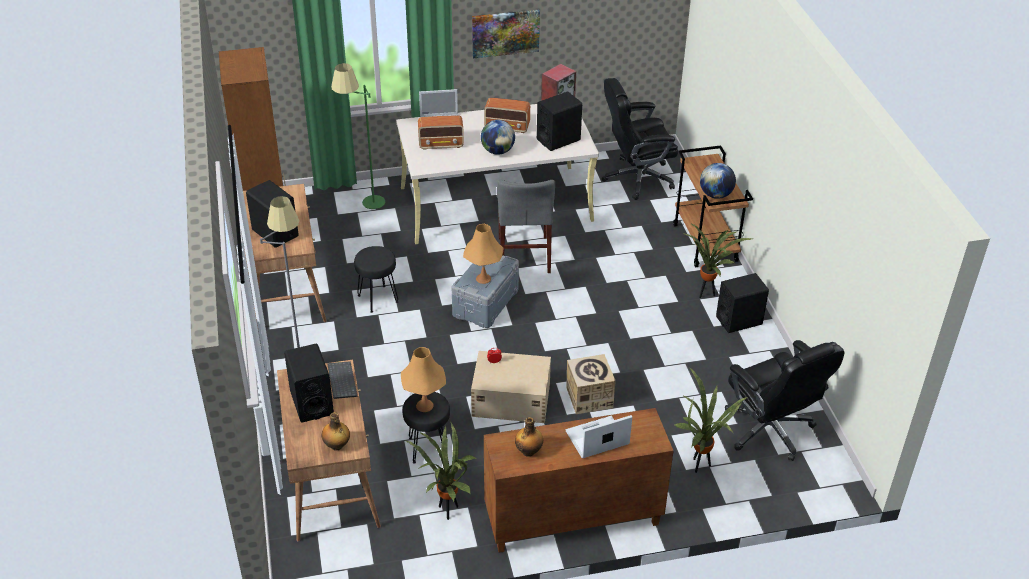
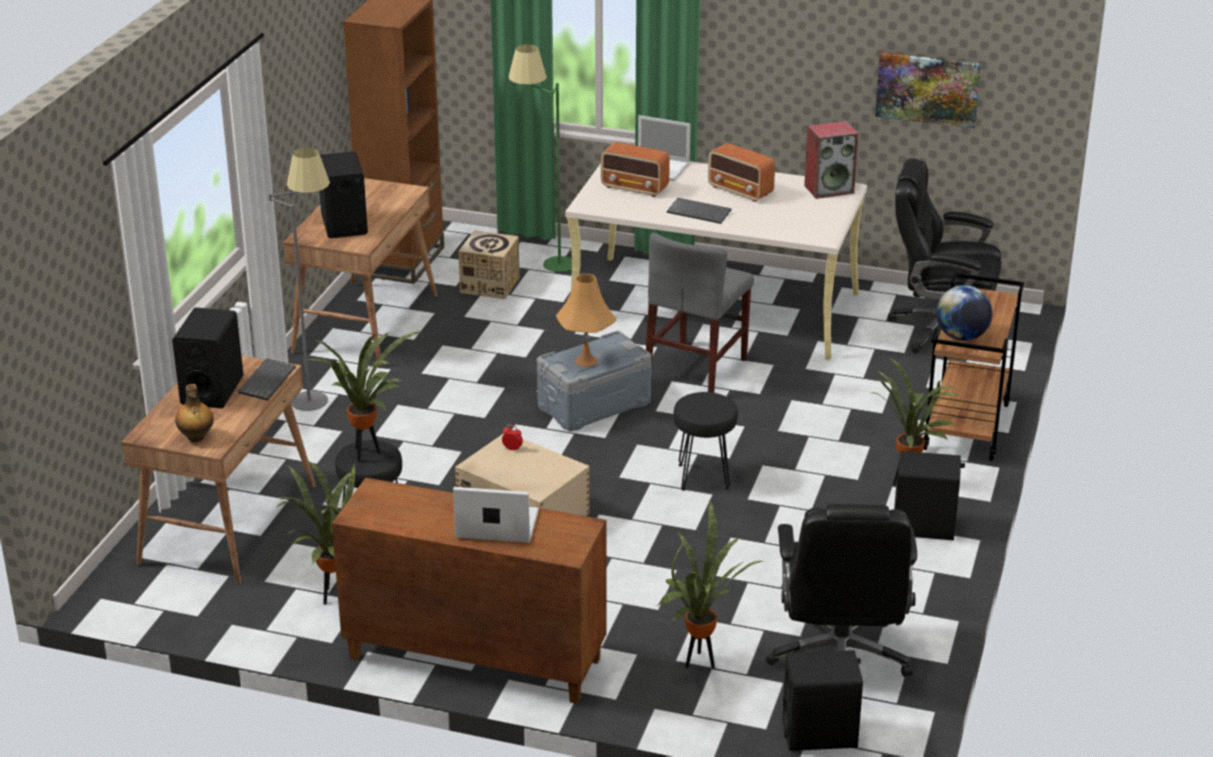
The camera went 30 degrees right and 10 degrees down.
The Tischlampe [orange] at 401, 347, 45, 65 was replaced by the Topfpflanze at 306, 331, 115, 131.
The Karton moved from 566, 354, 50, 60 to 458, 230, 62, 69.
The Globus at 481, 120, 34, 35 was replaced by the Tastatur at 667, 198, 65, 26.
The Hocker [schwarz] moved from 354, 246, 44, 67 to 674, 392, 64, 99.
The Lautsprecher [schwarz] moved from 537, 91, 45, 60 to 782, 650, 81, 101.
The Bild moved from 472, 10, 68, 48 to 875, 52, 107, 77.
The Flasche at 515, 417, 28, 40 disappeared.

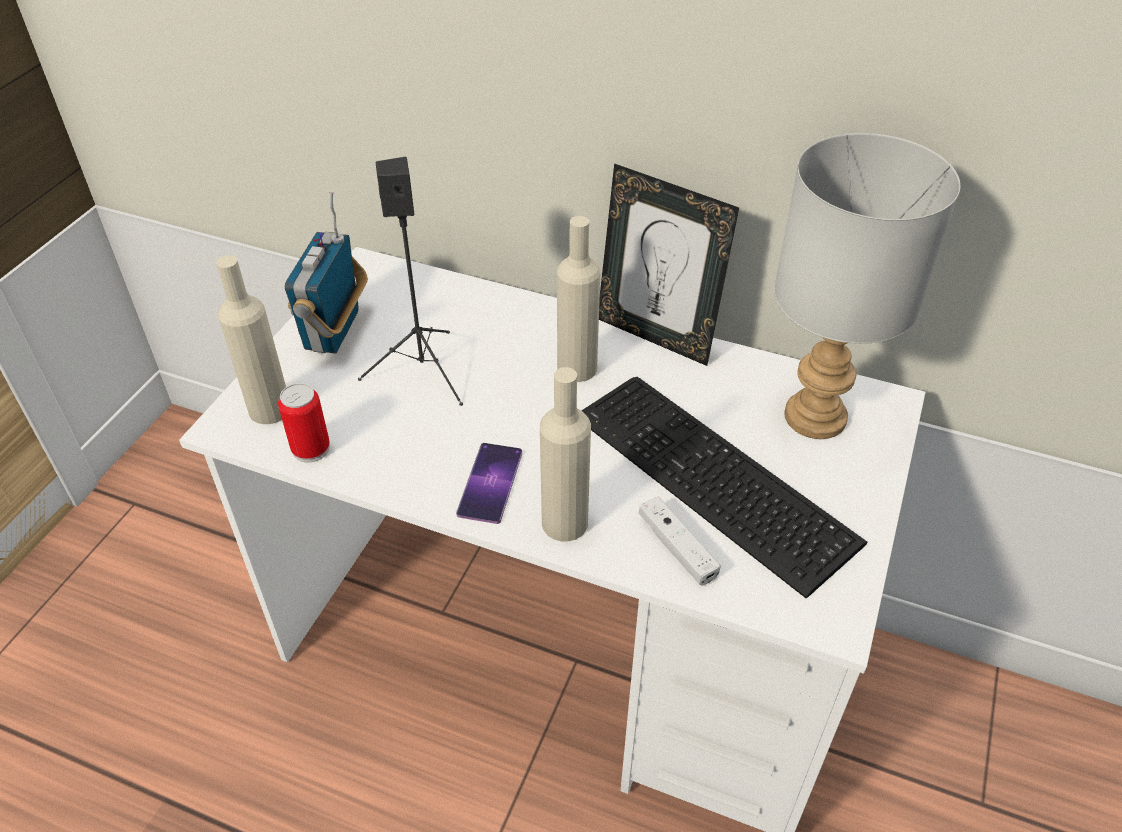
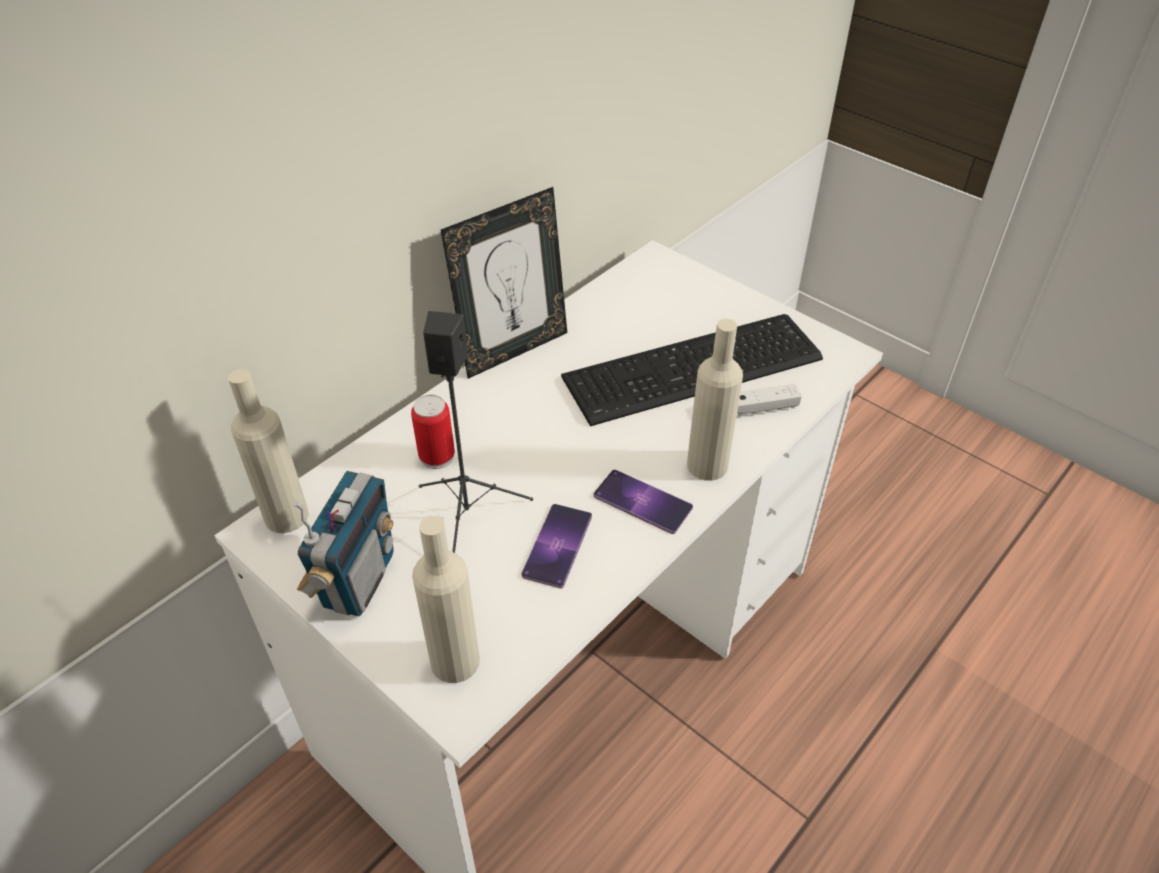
The camera went 70 degrees left and 0 degrees up.
The Flasche [beige] moved from 557, 216, 43, 166 to 228, 369, 81, 164.
The Radio at 285, 192, 83, 162 turned 105 degrees counterclockwise.
The Dose moved from 278, 383, 52, 79 to 411, 394, 44, 75.
The Handy at 522, 504, 70, 85 appeared.
The Tischlampe [grau] at 774, 133, 187, 306 disappeared.

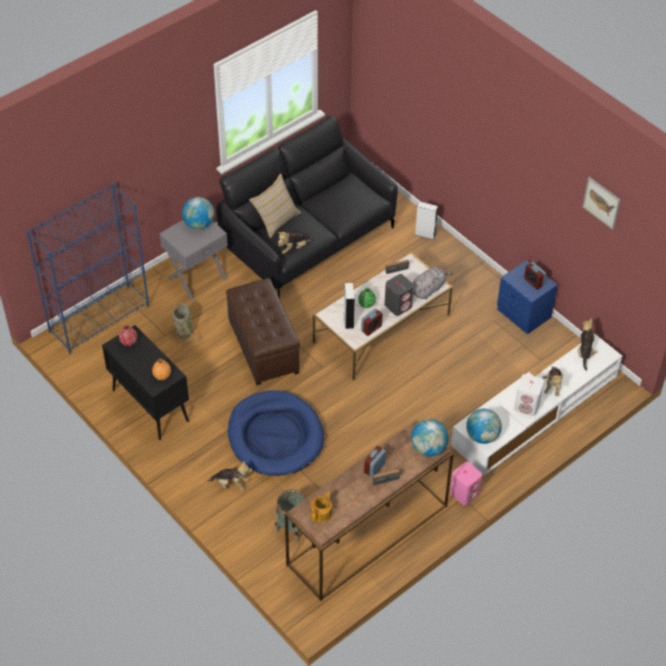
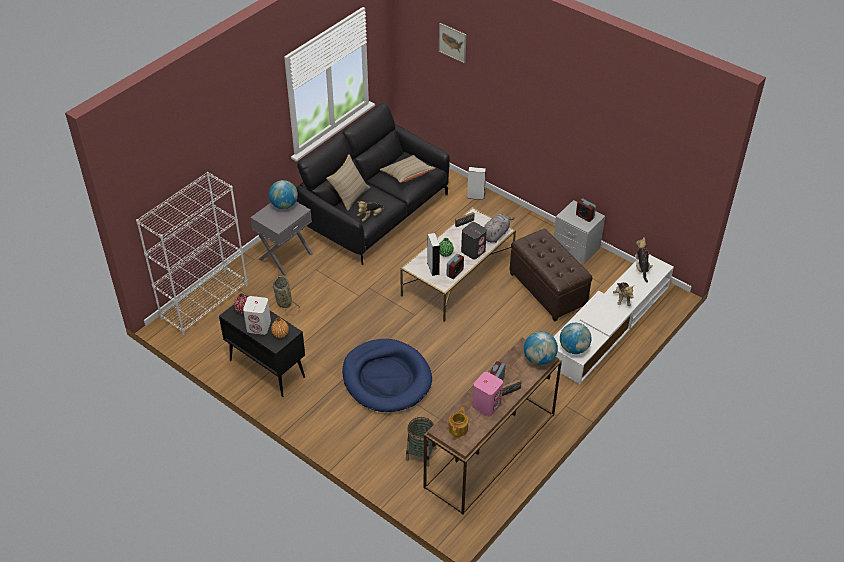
The camera went 10 degrees left and 5 degrees down.
The Bücherregal [blau] at 26, 183, 123, 171 became the Bücherregal [weiß] at 136, 172, 112, 163.
The Lautsprecher [weiß] moved from 514, 374, 30, 42 to 243, 296, 28, 39.
The Kissen [beige] at 380, 155, 55, 28 appeared.
The Bild moved from 582, 177, 39, 53 to 439, 23, 27, 41.
The Lautsprecher [rosa] moved from 450, 462, 32, 43 to 472, 372, 31, 44.
The Polsterhocker [braun] moved from 226, 278, 74, 107 to 509, 229, 83, 93.
The Nachttisch [blau] at 497, 260, 61, 74 became the Nachttisch [grau] at 554, 200, 51, 64.
The Plüschtier at 207, 461, 46, 29 disappeared.

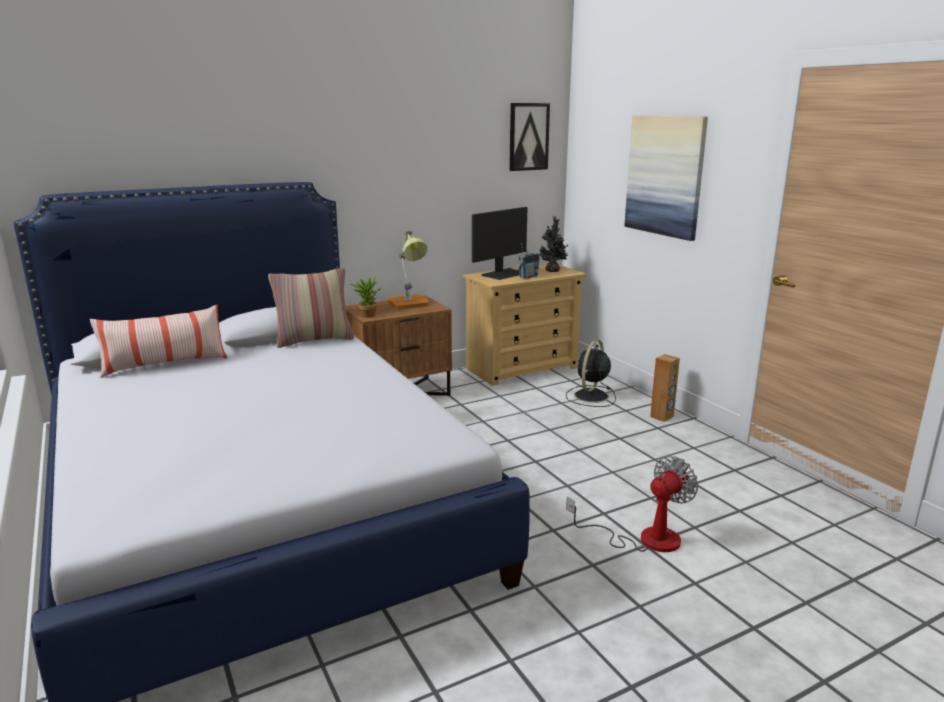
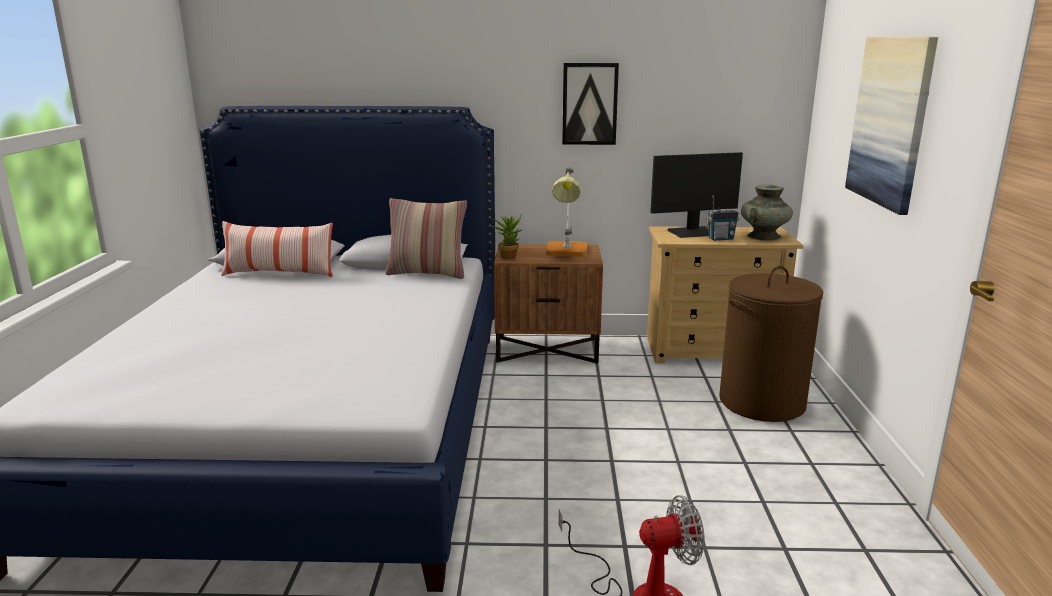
The camera went 30 degrees right and 0 degrees up.
The Bild moved from 509, 103, 41, 68 to 562, 63, 57, 82.
The Ventilator [schwarz] at 566, 340, 50, 67 was replaced by the Wäschekorb [braun] at 719, 266, 104, 156.
The Topfpflanze at 540, 216, 28, 56 was replaced by the Vase [türkis] at 741, 184, 52, 57.
The Lautsprecher [braun] at 650, 354, 30, 68 disappeared.

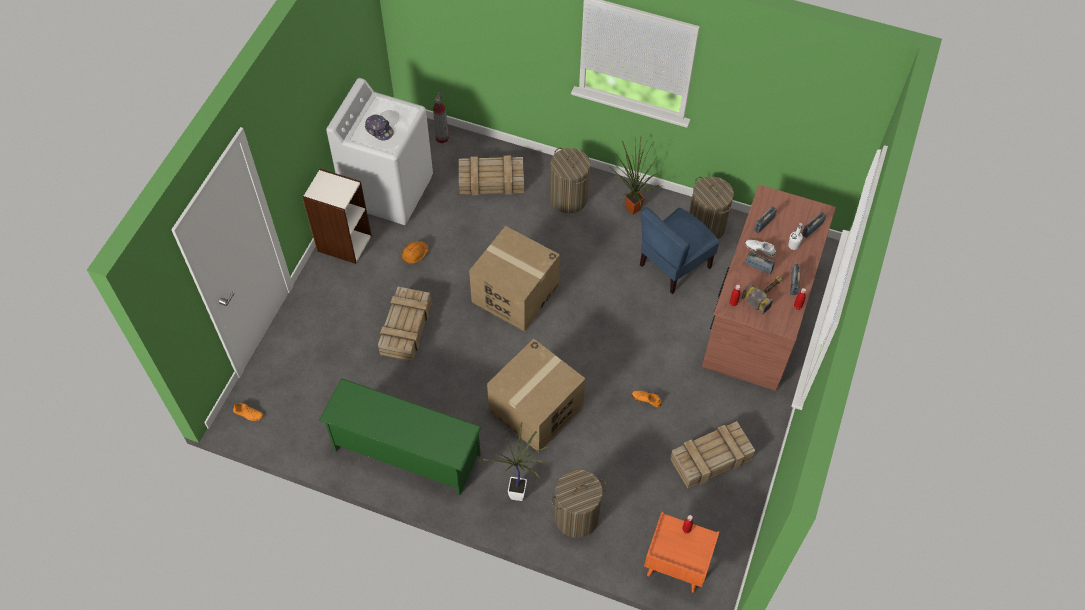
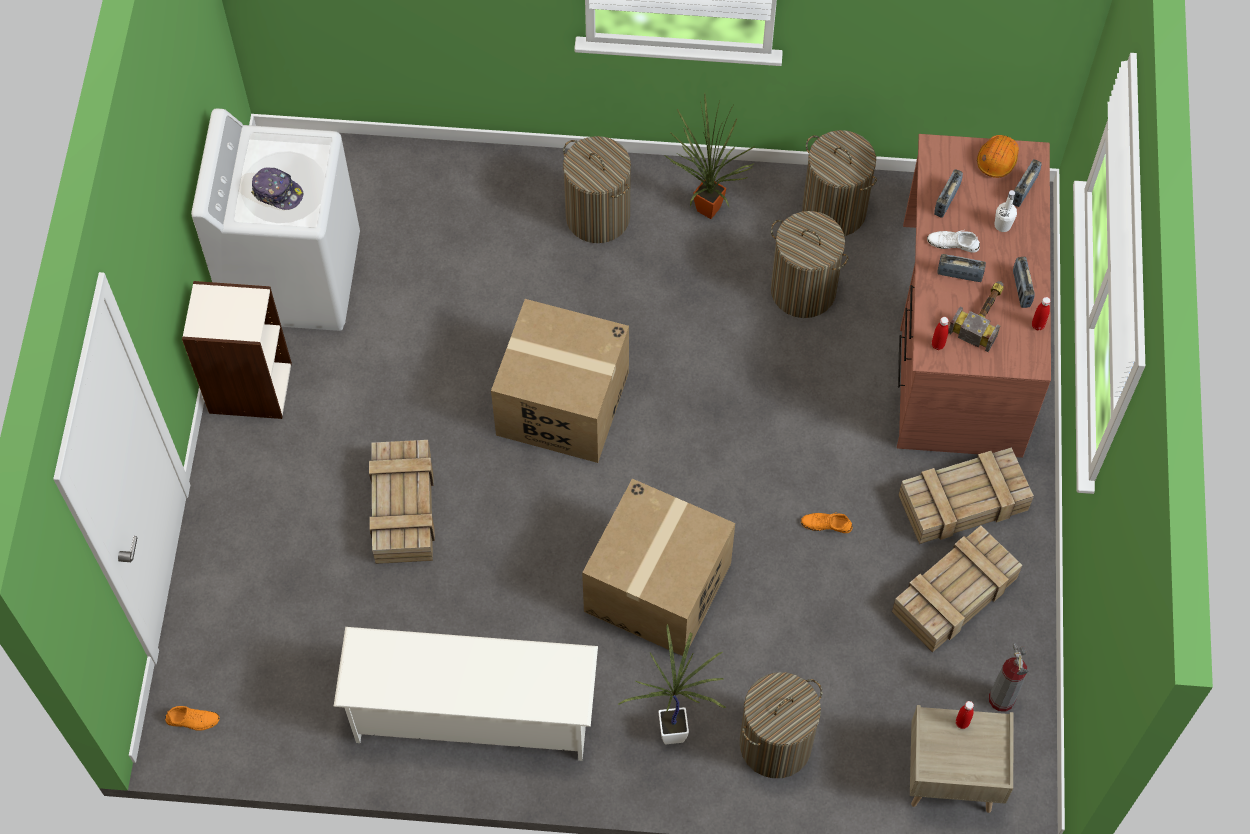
The camera went 15 degrees left and 5 degrees up.
The Schuhregal [grün] at 319, 378, 162, 118 became the Schuhregal [weiß] at 334, 627, 264, 134.
The Stuhl [blau] at 640, 207, 79, 87 was replaced by the Wäschekorb at 771, 211, 77, 107.
The Kiste moved from 459, 156, 65, 39 to 899, 447, 135, 97.
The Nachttisch [orange] at 644, 512, 75, 81 became the Nachttisch [beige] at 910, 705, 104, 108.
The Schutzhelm [orange] moved from 402, 241, 27, 23 to 977, 135, 42, 43.
The Feuerlöscher moved from 433, 92, 16, 51 to 989, 644, 40, 68.

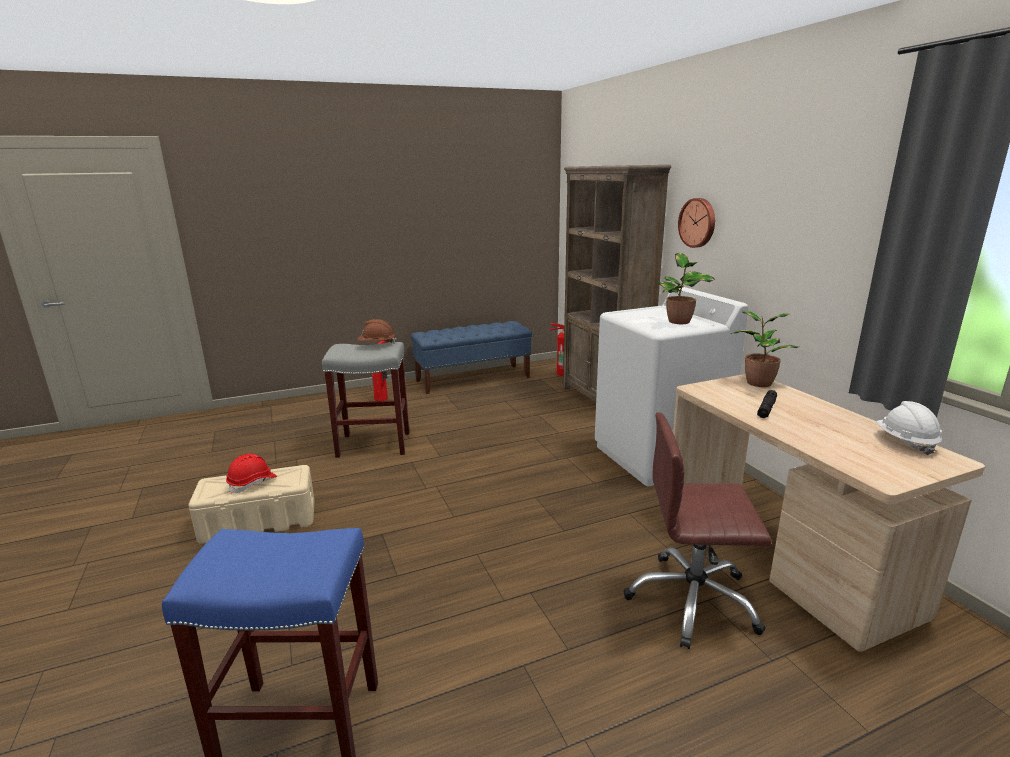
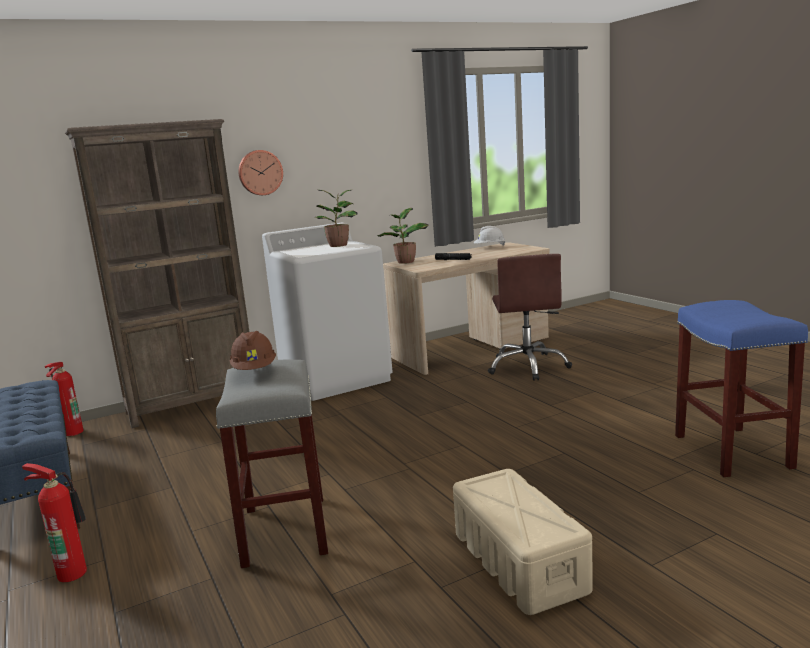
The camera went 95 degrees left and 5 degrees down.
The Schutzhelm [rot] at 226, 454, 51, 40 disappeared.

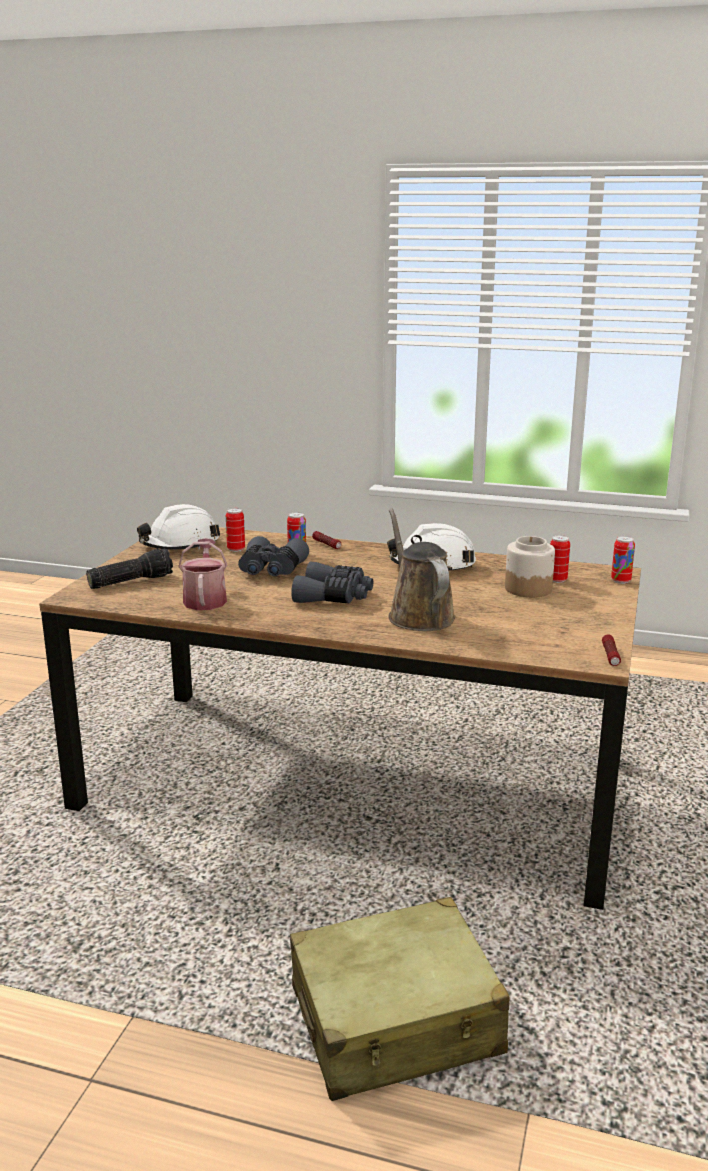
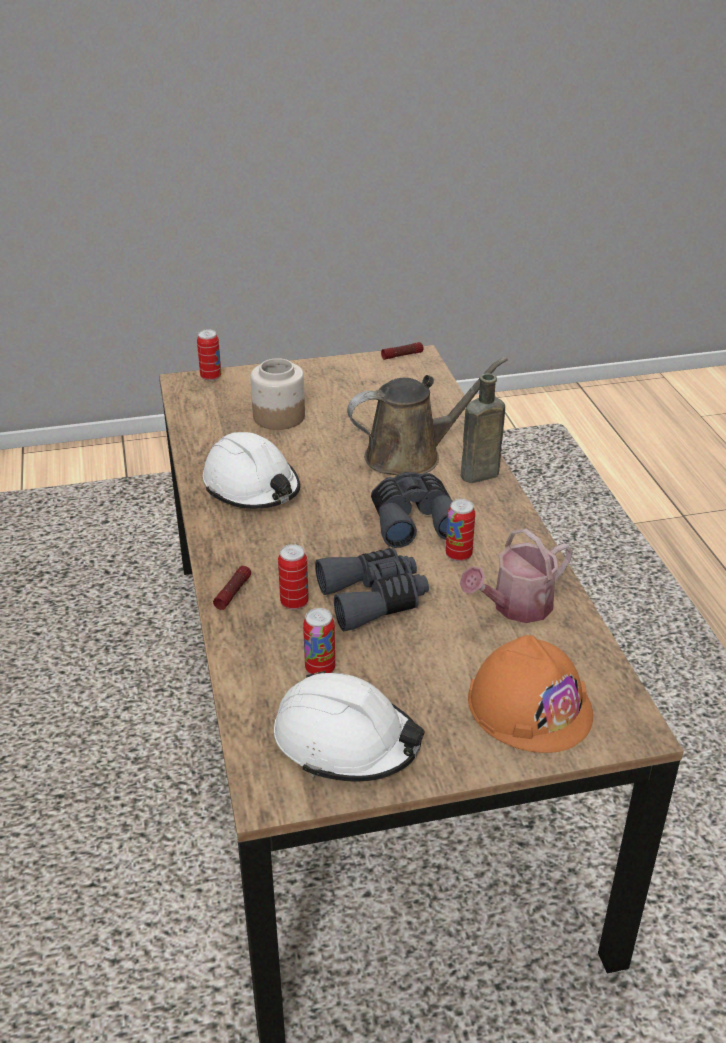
The camera went 120 degrees left and 15 degrees up.
The Gießkanne [braun] at 388, 508, 68, 123 turned 150 degrees counterclockwise.
The Dose moved from 550, 535, 20, 48 to 446, 499, 29, 63.
The Flasche [braun] at 461, 373, 44, 110 appeared.
The Taschenlampe at 86, 548, 87, 41 was replaced by the Schutzhelm [orange] at 468, 635, 125, 118.
The Koffer [beige] at 290, 897, 220, 204 disappeared.

